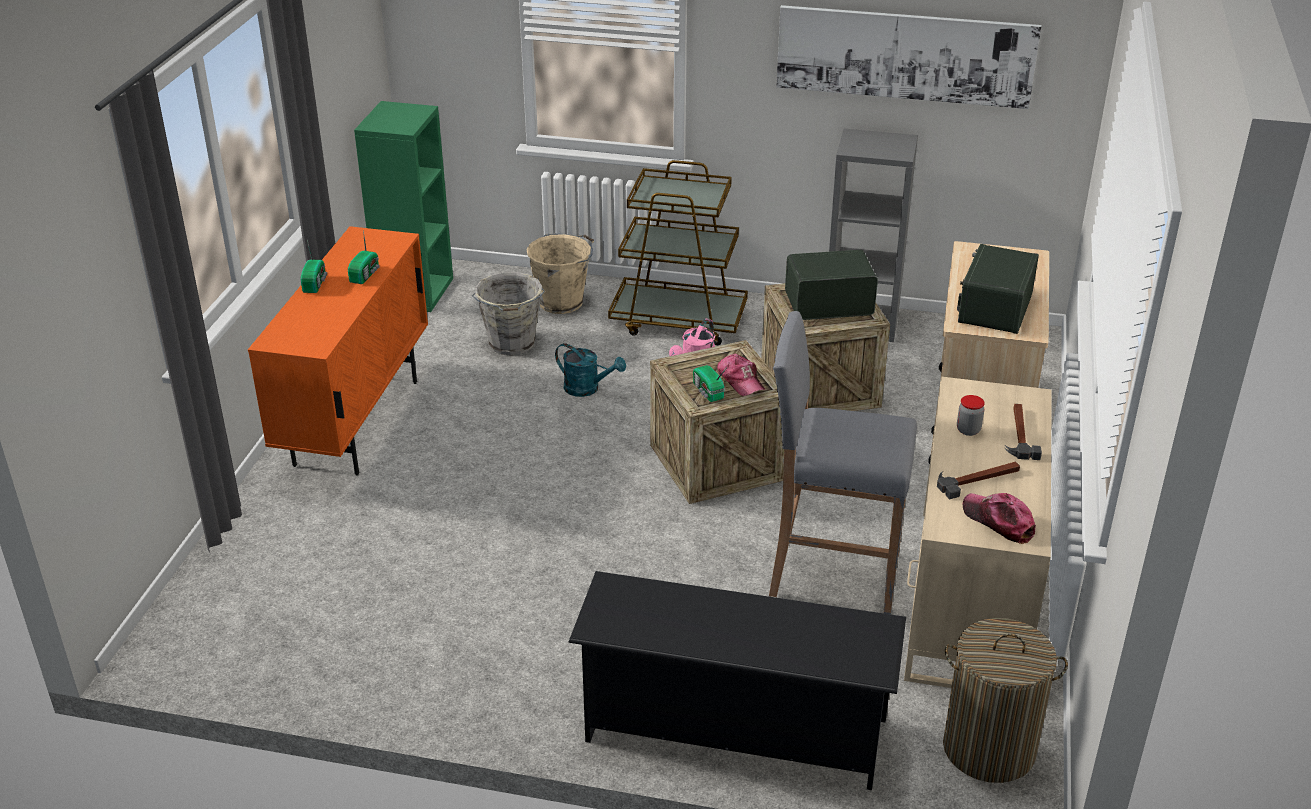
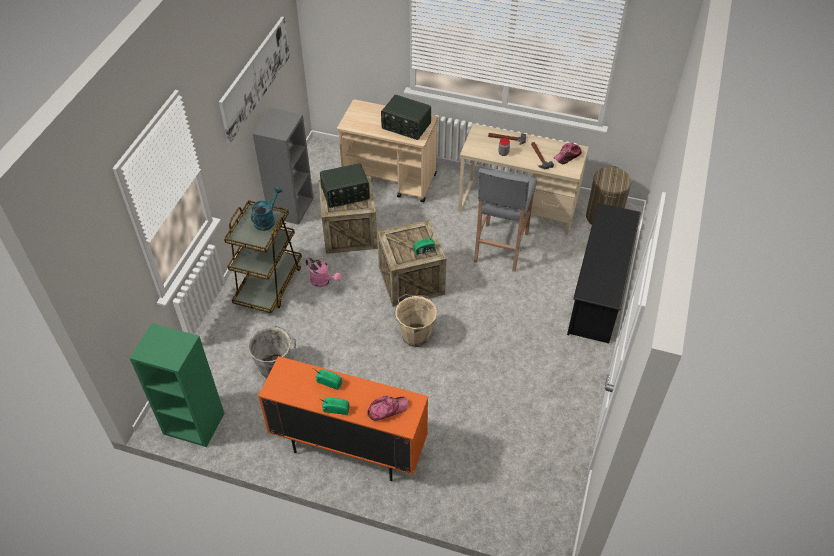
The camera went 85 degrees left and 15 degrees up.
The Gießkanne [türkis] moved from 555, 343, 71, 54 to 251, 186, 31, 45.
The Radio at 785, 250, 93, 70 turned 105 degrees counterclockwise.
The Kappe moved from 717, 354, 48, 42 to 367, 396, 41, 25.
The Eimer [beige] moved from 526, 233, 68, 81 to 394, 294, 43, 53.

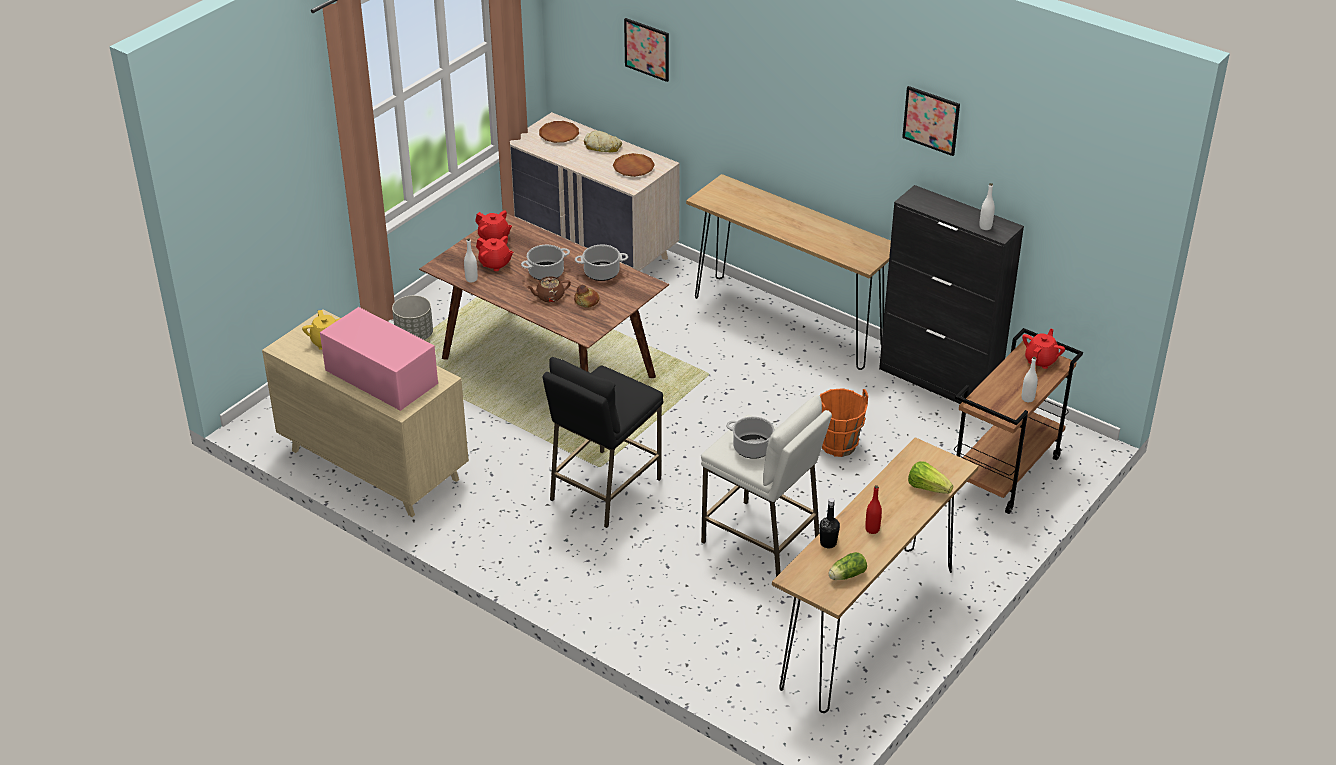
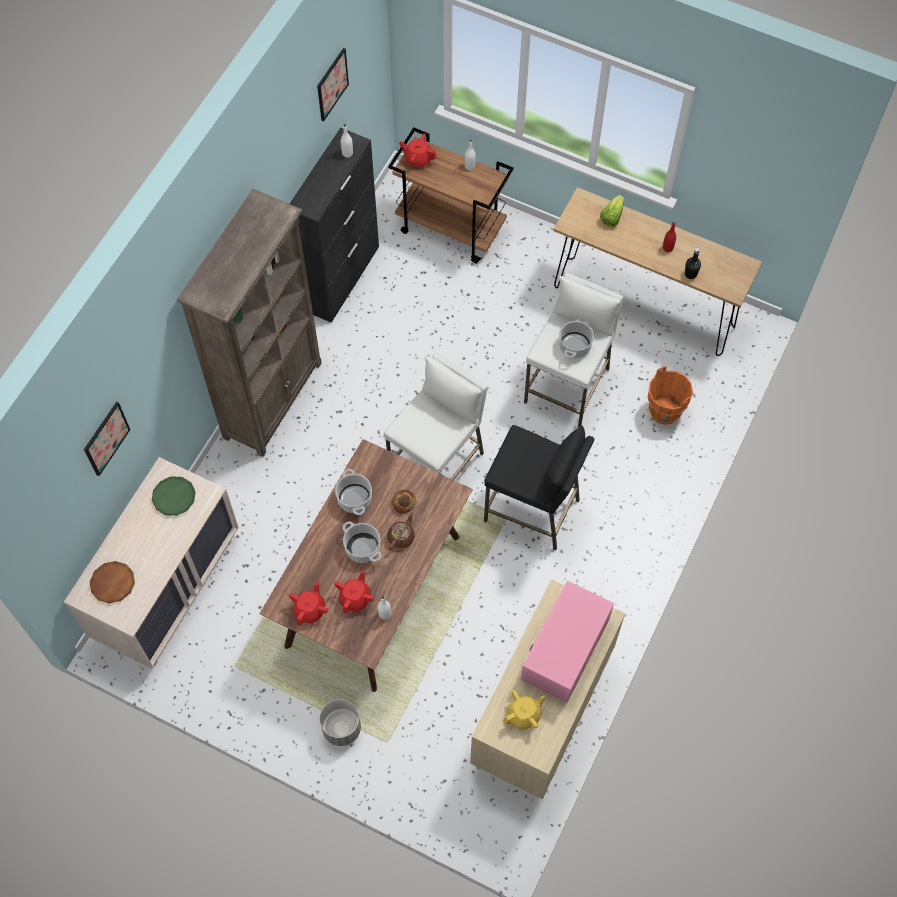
The camera went 100 degrees left and 25 degrees up.
The Teller [braun] at 613, 153, 42, 24 became the Teller [grün] at 152, 476, 44, 40.
The Konsolentisch [braun] at 686, 174, 205, 196 was replaced by the Bücherregal [braun] at 177, 189, 145, 268.
The Bild moved from 902, 86, 58, 70 to 317, 48, 32, 74.
The Hocker [weiß] at 384, 353, 104, 127 appeared.
The Teekanne [braun] at 527, 276, 44, 26 turned 120 degrees counterclockwise.
The Eimer [orange] moved from 819, 388, 49, 69 to 648, 366, 45, 59.
The Brot at 584, 131, 38, 21 disappeared.
The Salatkopf at 828, 552, 39, 28 disappeared.

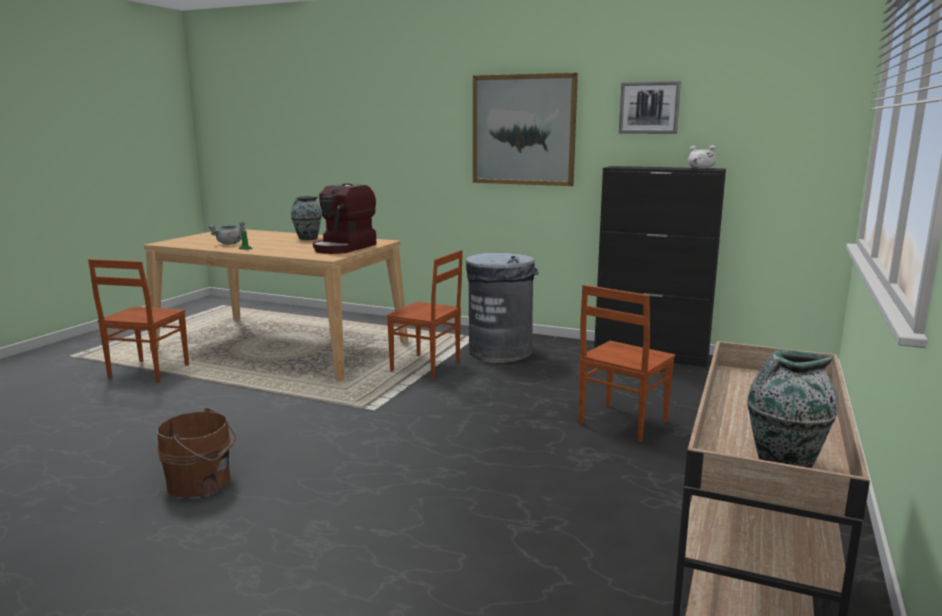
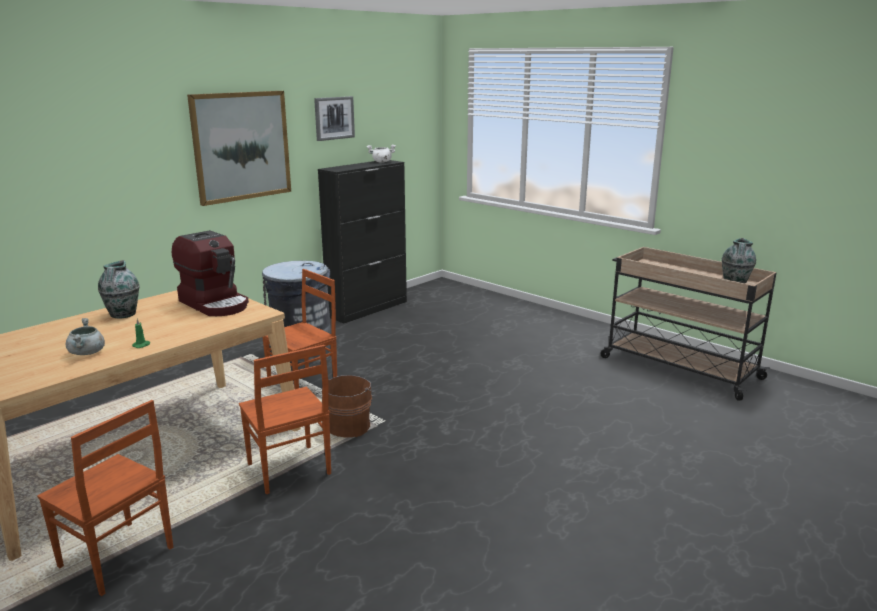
The camera went 70 degrees left and 5 degrees up.
The Stuhl [braun] moved from 579, 285, 96, 157 to 239, 345, 92, 149.
The Eimer [braun] moved from 157, 408, 79, 89 to 328, 375, 49, 62.

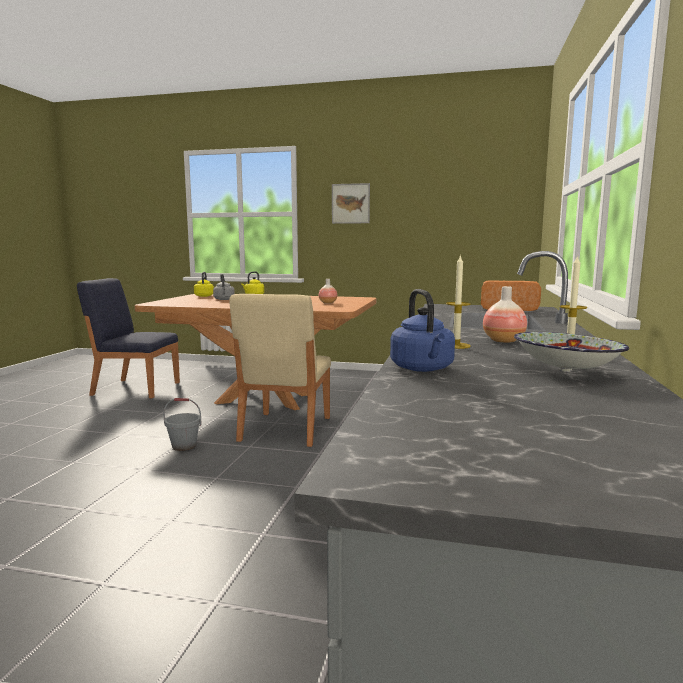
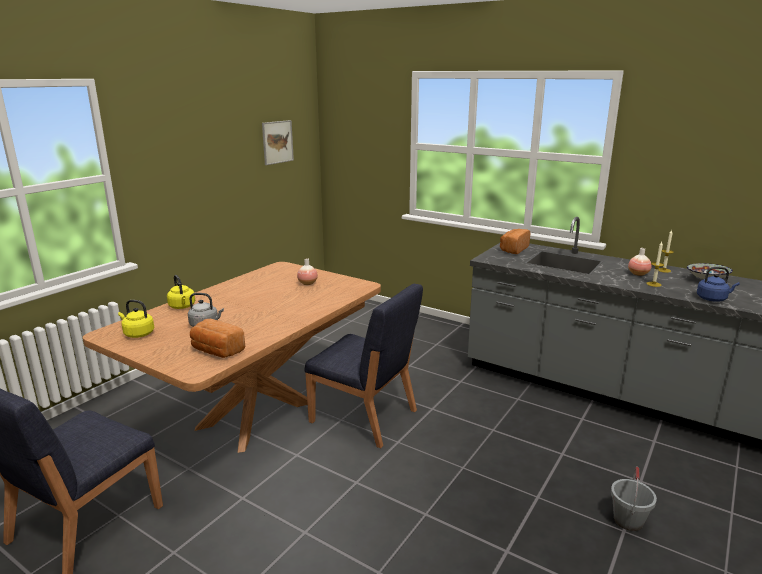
The camera went 70 degrees left and 10 degrees up.
The Brot at 190, 319, 55, 39 appeared.
The Bild moved from 332, 183, 38, 41 to 262, 120, 32, 45.
The Stuhl [beige] at 229, 294, 102, 153 became the Stuhl [blau] at 305, 284, 118, 164.
The Eimer [grau] moved from 163, 398, 39, 53 to 611, 466, 46, 65.

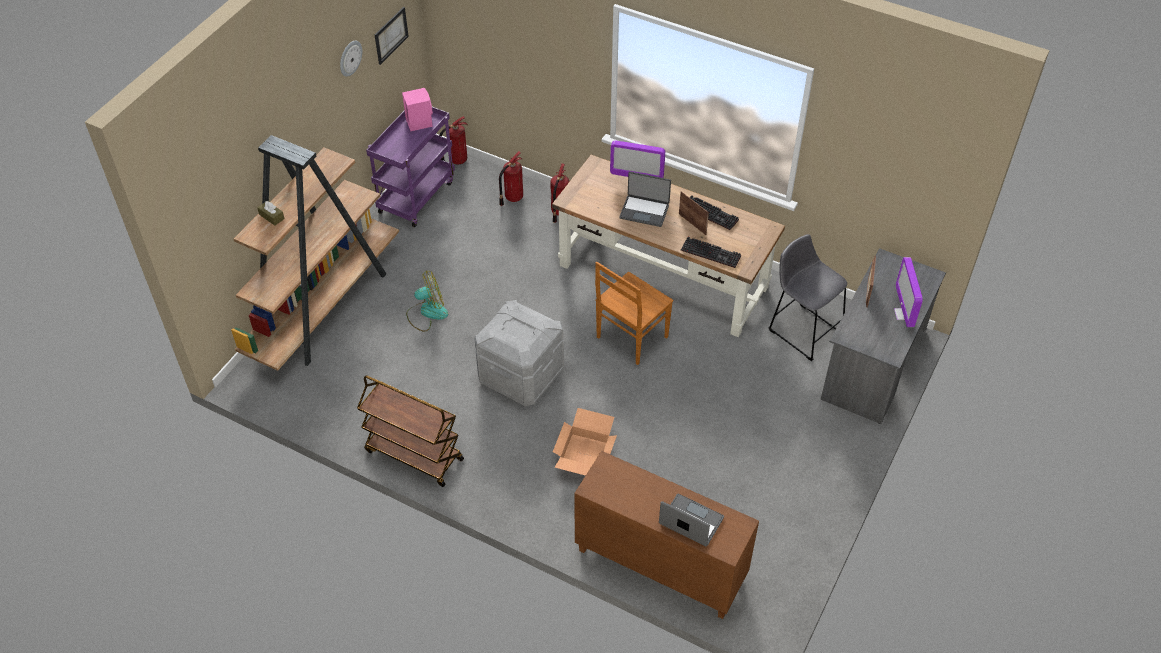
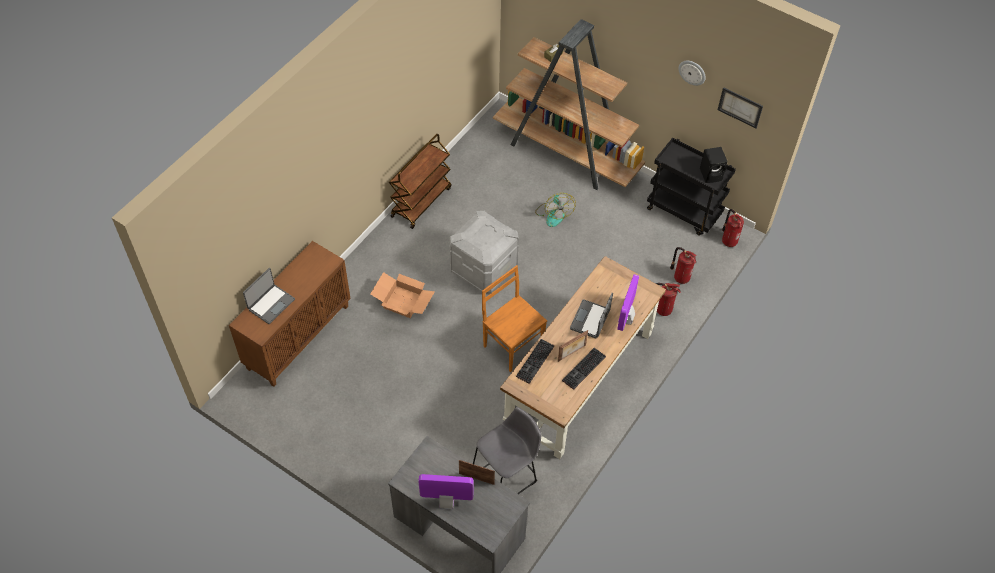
The camera went 95 degrees right and 5 degrees up.
The Rollwagen [lila] at 366, 107, 89, 120 became the Rollwagen [schwarz] at 647, 138, 89, 97.
The Lautsprecher [rosa] at 402, 88, 31, 43 became the Lautsprecher [schwarz] at 700, 147, 28, 36.

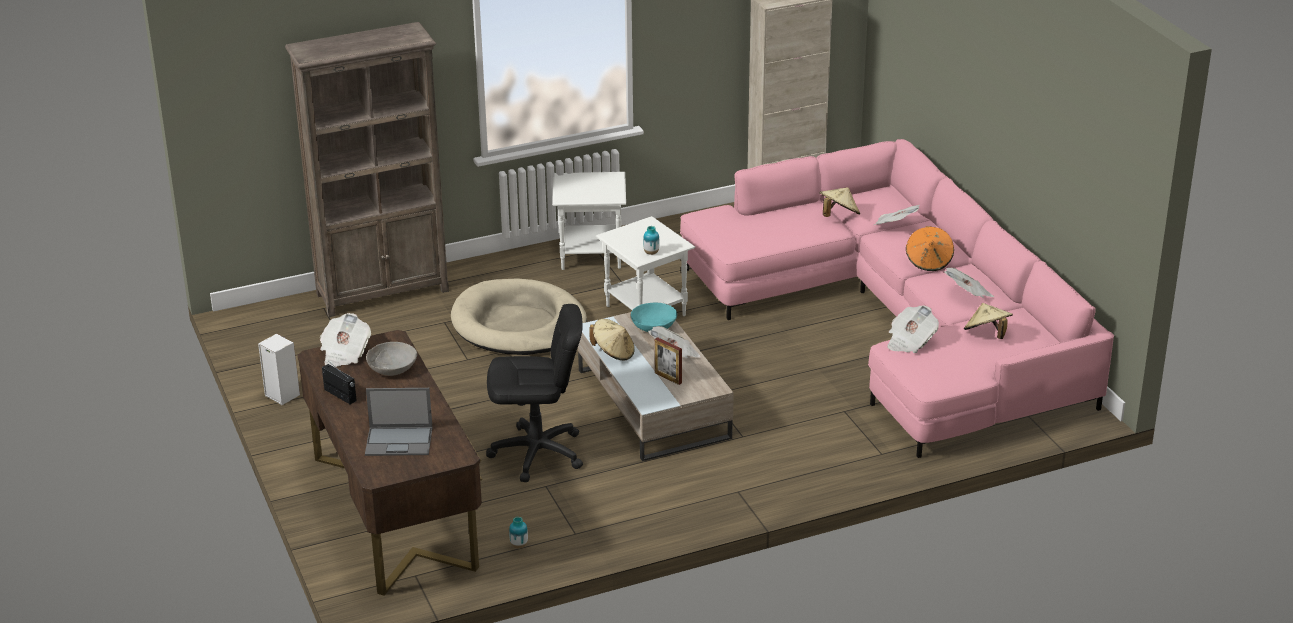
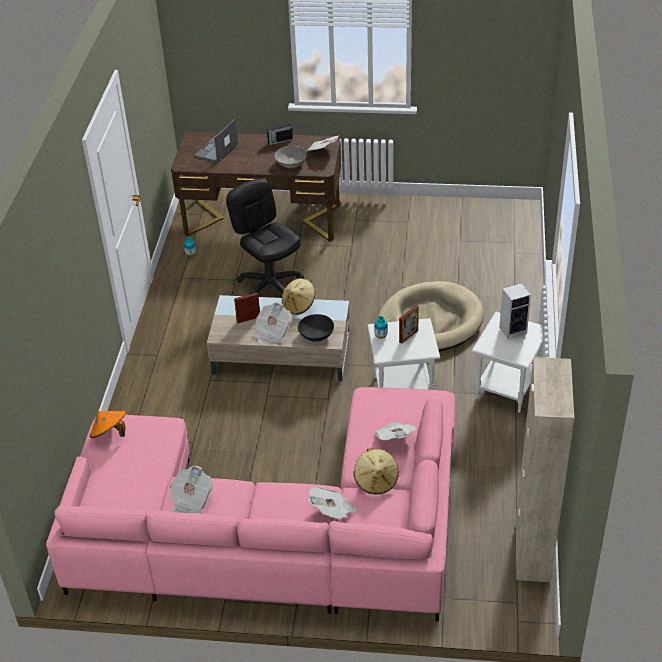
The camera went 120 degrees right and 10 degrees up.
The Hut [orange] moved from 906, 226, 48, 45 to 90, 410, 36, 28.
The Bürostuhl [schwarz] at 486, 304, 97, 178 turned 120 degrees clockwise.
The Schüssel [türkis] at 631, 303, 46, 29 became the Schüssel [schwarz] at 298, 314, 36, 27.
The Zeitung moved from 887, 305, 52, 48 to 374, 421, 42, 19.
The Bilderrahmen at 399, 305, 20, 38 appeared.
The Lautsprecher moved from 258, 333, 42, 72 to 499, 283, 32, 57.
The Bücherregal [braun] at 285, 22, 164, 295 disappeared.
The Hut [beige] at 964, 303, 49, 36 disappeared.

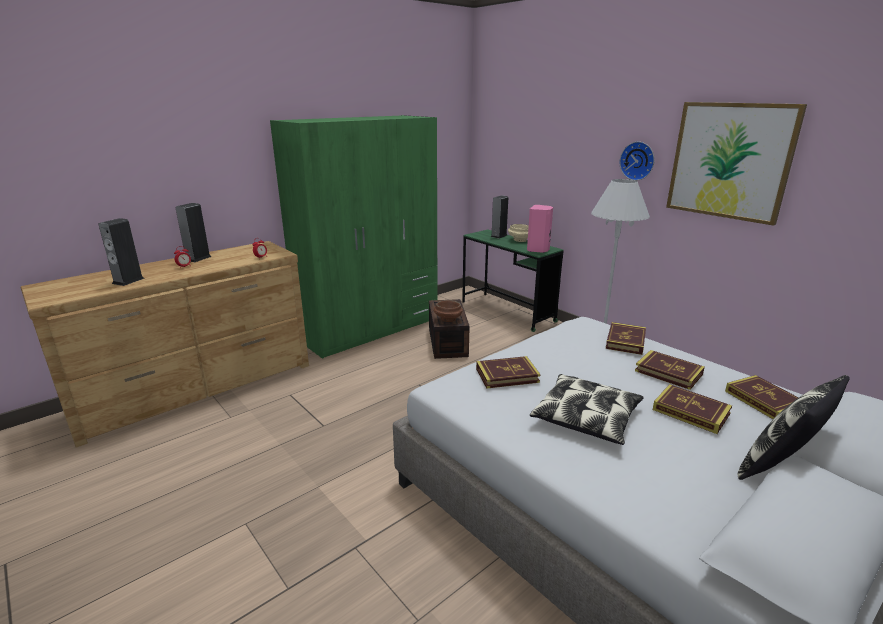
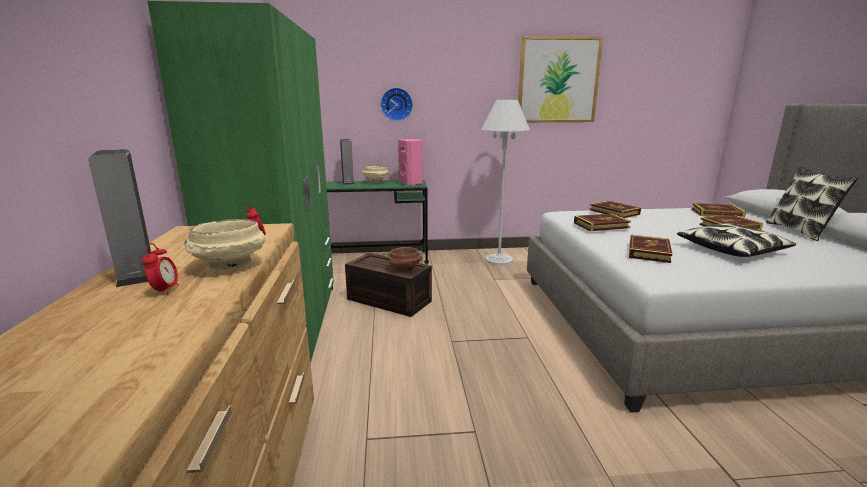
The camera went 55 degrees left and 5 degrees down.
The Schüssel [beige] at 184, 219, 82, 51 appeared.
The Wanduhr moved from 620, 142, 35, 39 to 381, 88, 32, 33.
The Buch moved from 635, 350, 70, 40 to 574, 213, 57, 18.
The Lautsprecher at 98, 218, 47, 68 disappeared.

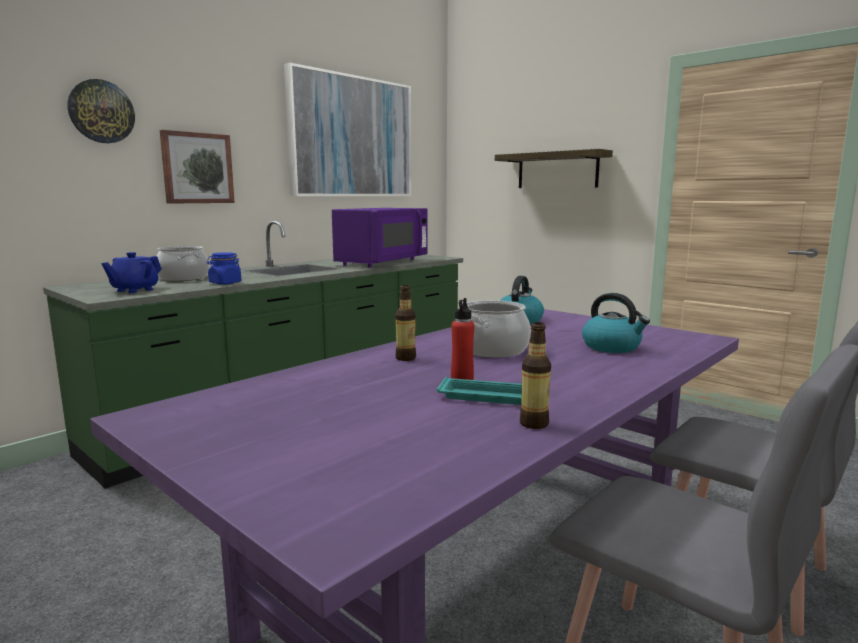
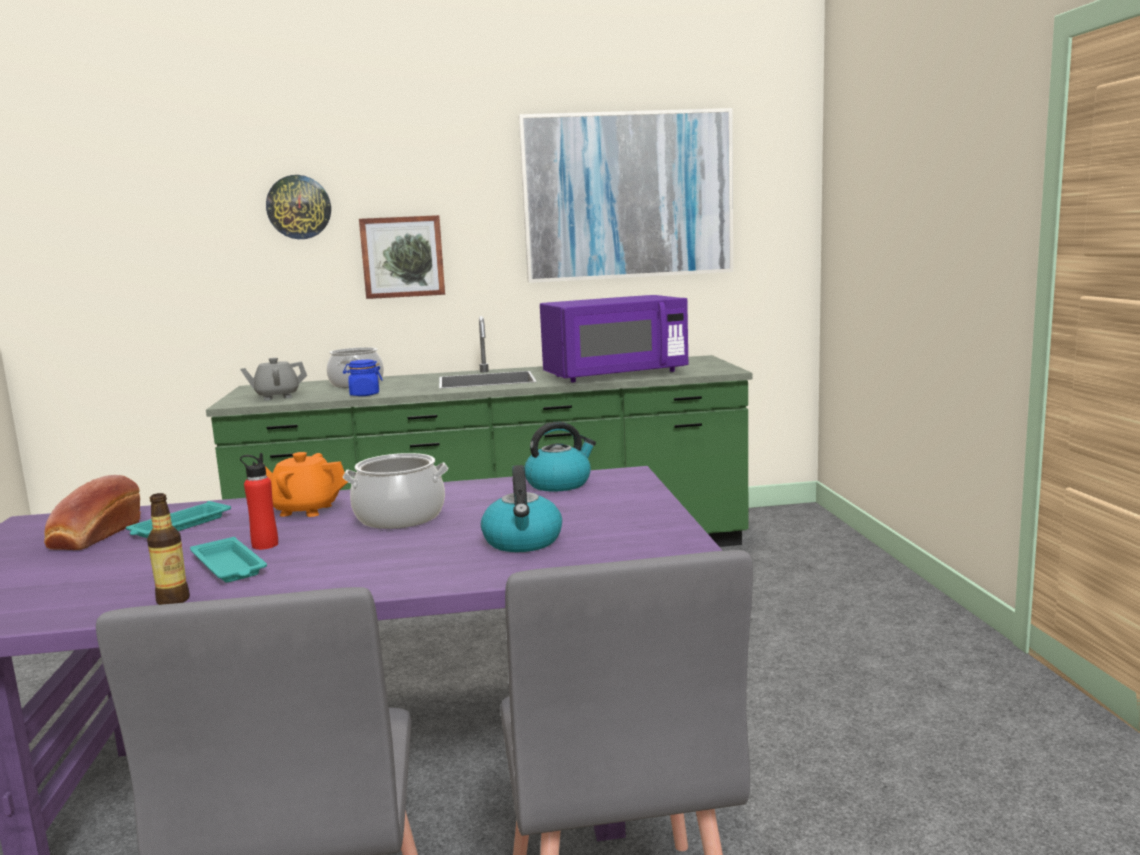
The camera went 40 degrees right and 0 degrees up.
The Brot at 44, 475, 97, 75 appeared.
The Tablett [türkis] at 126, 501, 105, 37 appeared.
The Teekanne [blau] at 101, 252, 61, 41 became the Teekanne [grau] at 240, 358, 67, 42.
The Flasche at 395, 285, 21, 76 was replaced by the Teekanne [orange] at 265, 452, 83, 65.
The Wandregal at 495, 149, 118, 39 disappeared.

